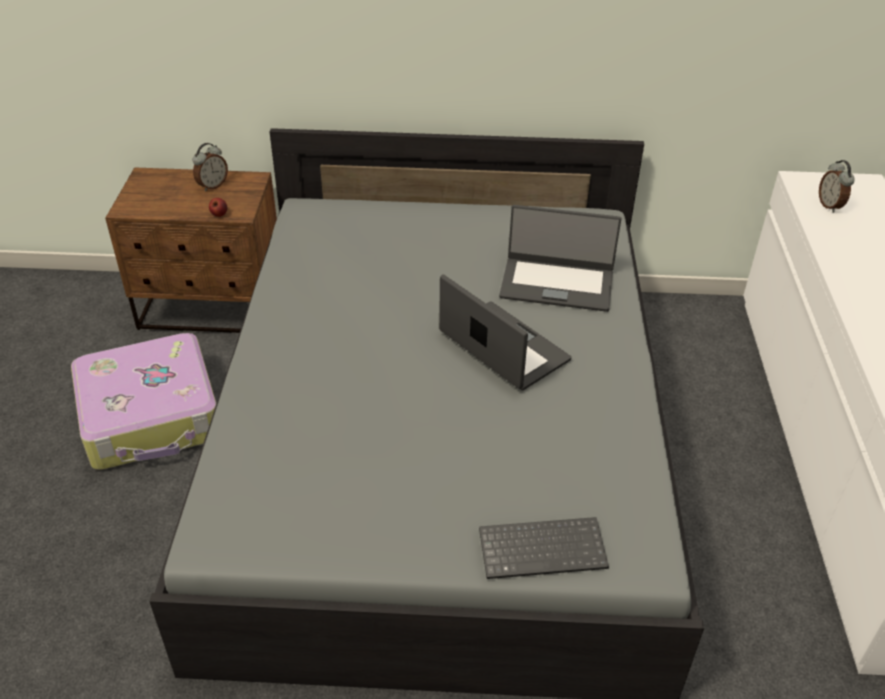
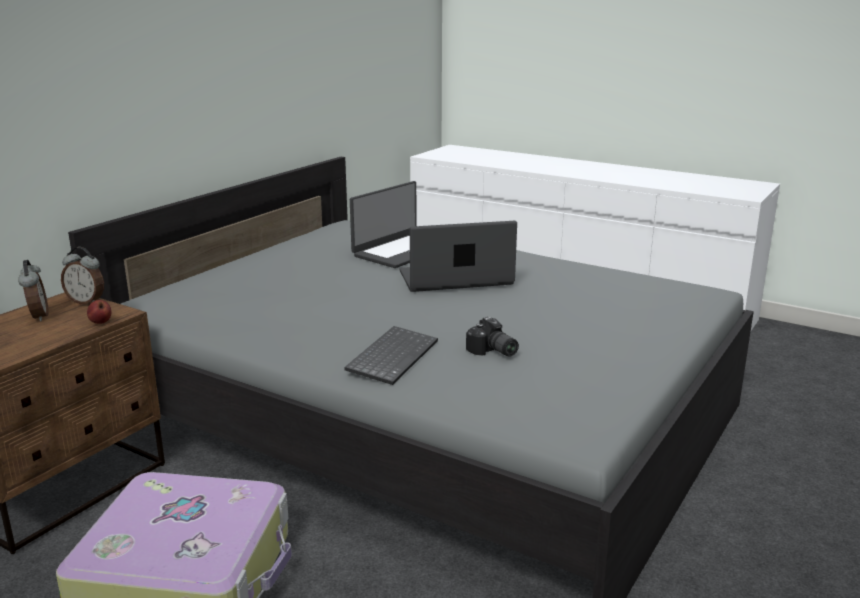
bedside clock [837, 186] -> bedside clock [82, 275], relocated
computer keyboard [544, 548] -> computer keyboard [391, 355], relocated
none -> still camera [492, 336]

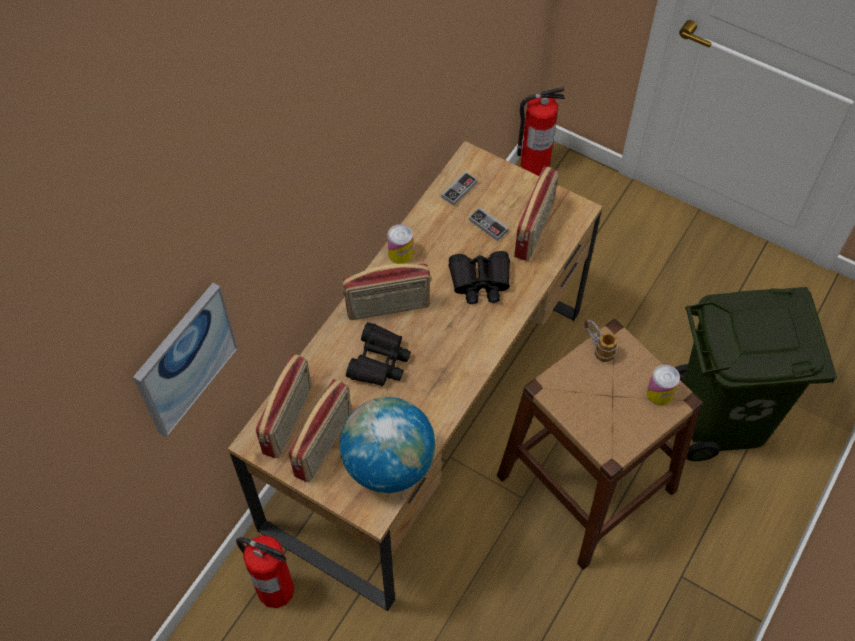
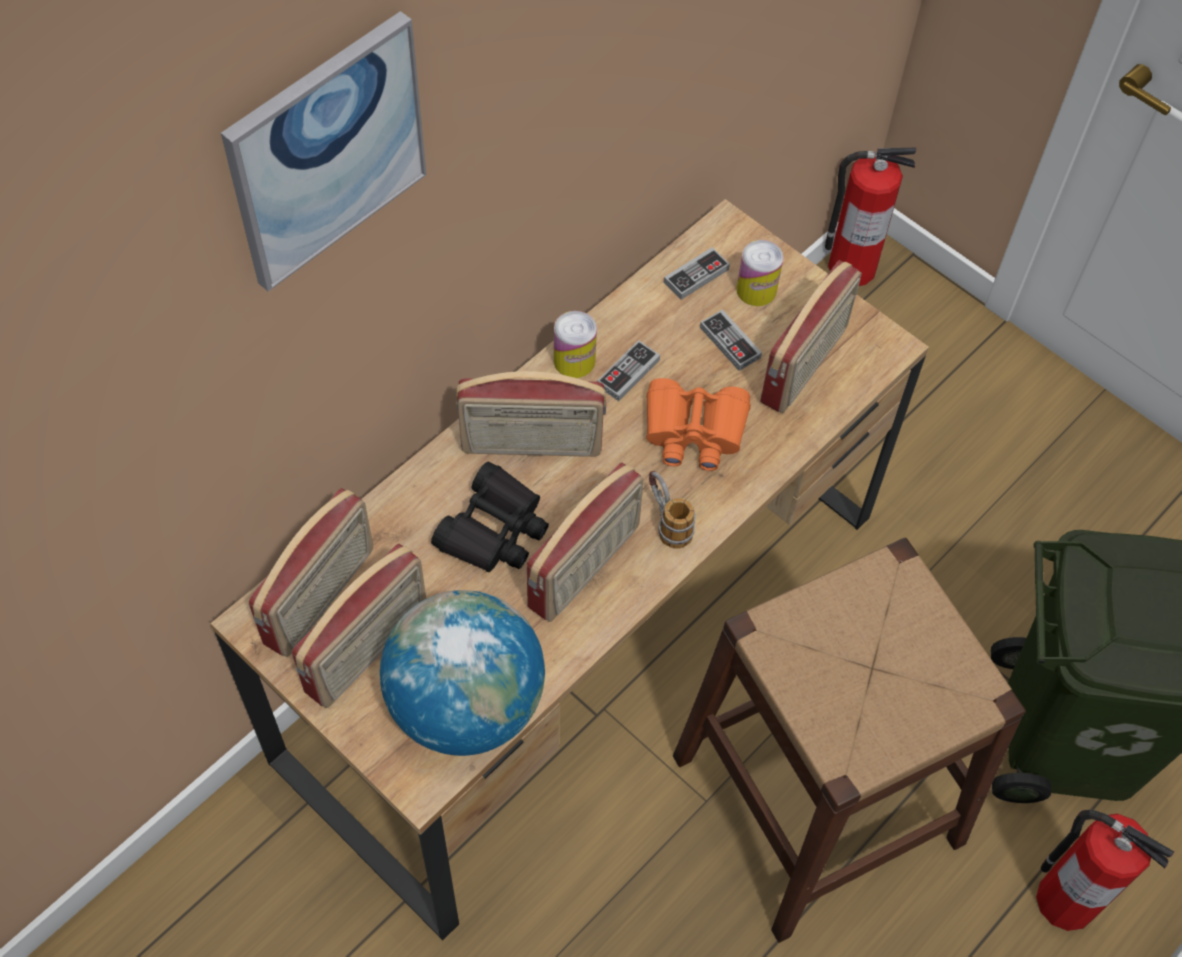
field glasses in blackish [479, 277] -> field glasses in orange [698, 424]
picture [185, 360] -> picture [323, 151], relocated
coffee mug [601, 340] -> coffee mug [672, 510], relocated
can [663, 384] -> can [760, 273], relocated
fire extinguisher [265, 571] -> fire extinguisher [1105, 870], relocated
none -> gamepad [628, 370]
none -> radio receiver [585, 542]

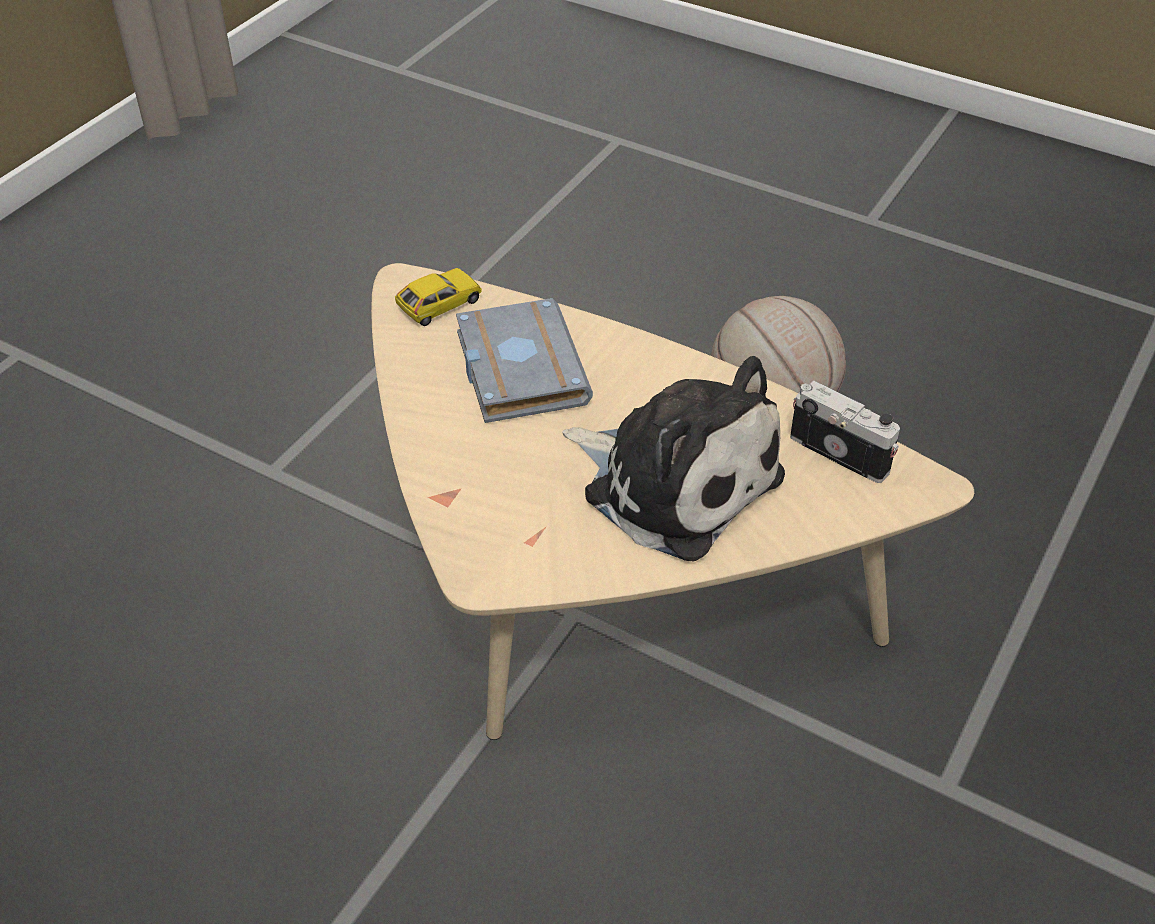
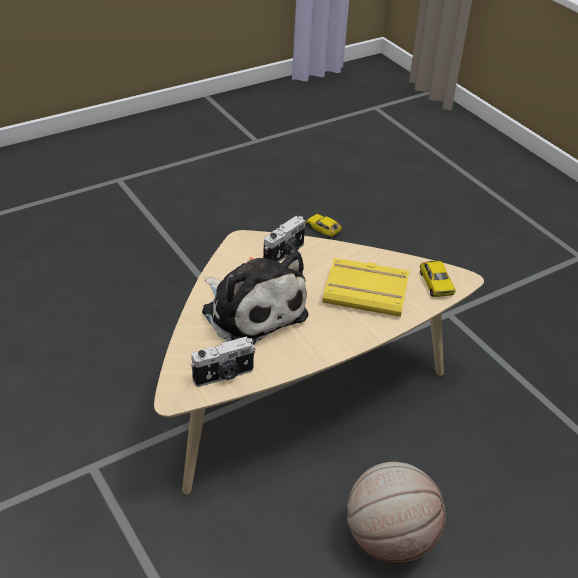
volume in greyish [524, 360] -> volume in yellow [366, 287]
soft toy [673, 459] -> soft toy [255, 298], 105 degrees counterclockwise
none -> miniature car [324, 226]
none -> still camera [284, 239]

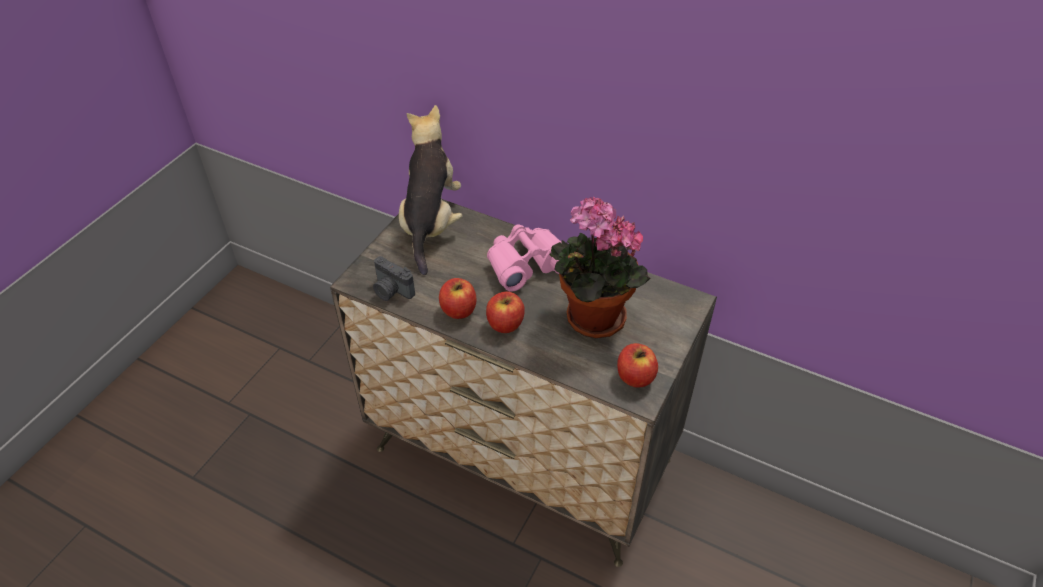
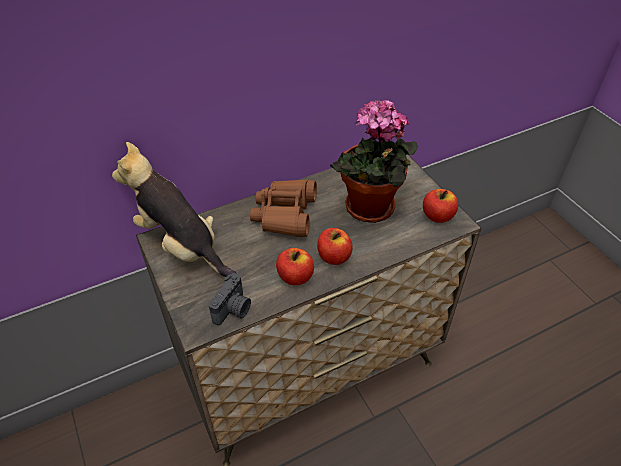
field glasses in pink-coloured [524, 258] -> field glasses in brownish [283, 208]
still camera [394, 278] -> still camera [230, 299], 45 degrees counterclockwise

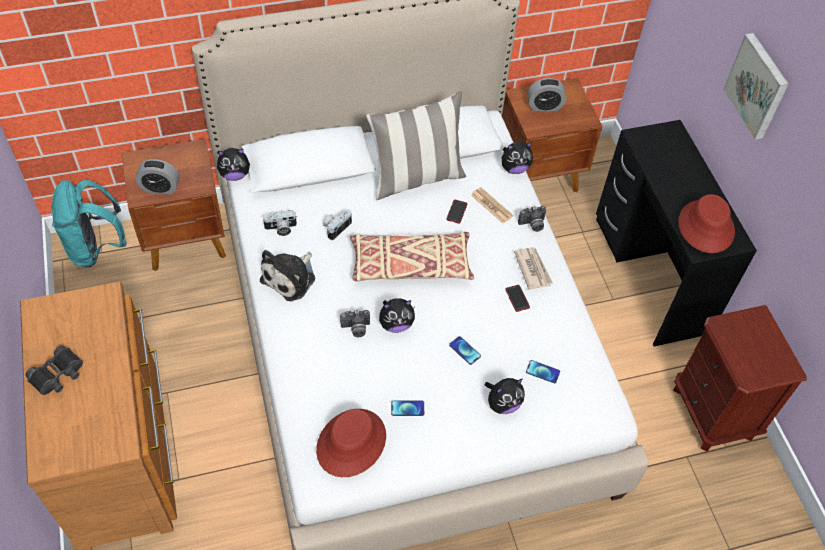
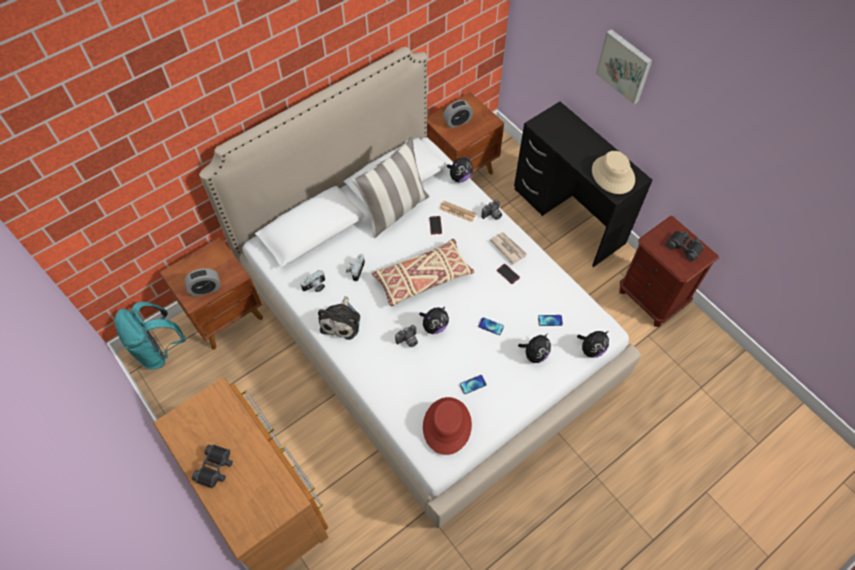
soft toy [233, 164] -> soft toy [593, 344], relocated
clothing hat in reddish [706, 223] -> clothing hat in sand-coloured [613, 172]
none -> field glasses in blackish [685, 246]

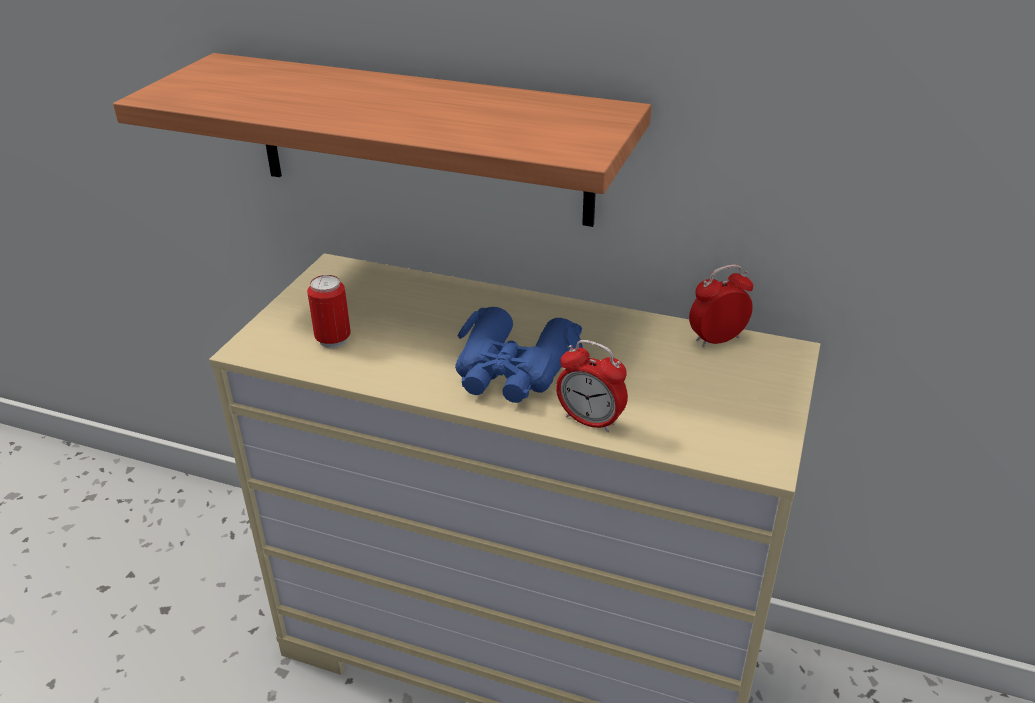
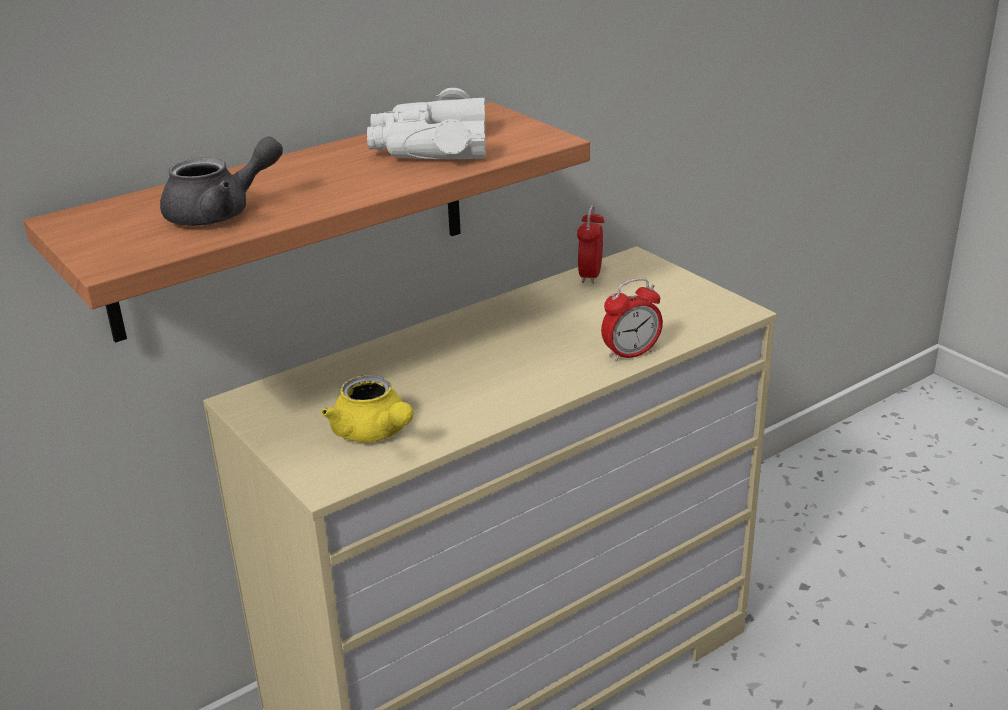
can [329, 311] -> teapot in yellow [367, 408]
field glasses in blue-coloured [519, 355] -> none
none -> field glasses in white-coloured [426, 123]
none -> teapot in greyish [221, 181]

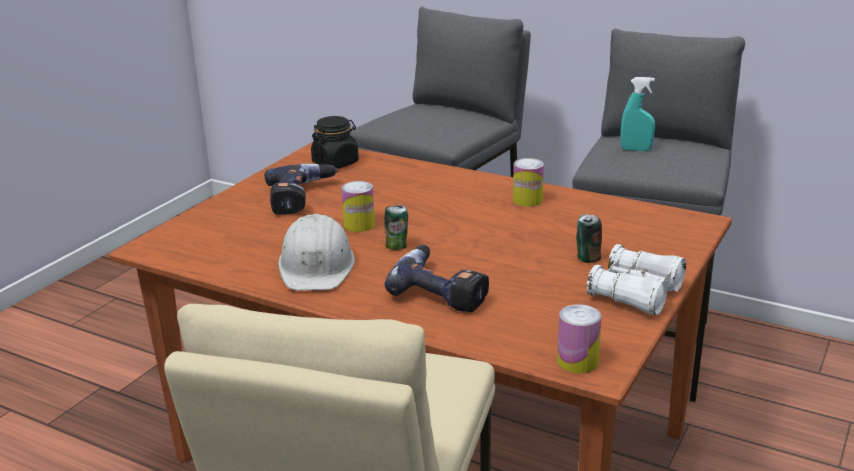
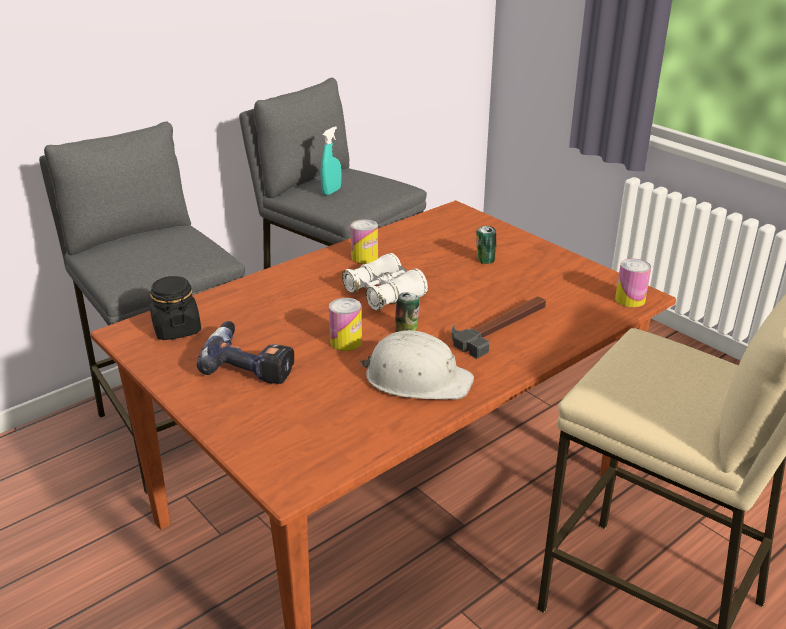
field glasses in white-coloured [636, 279] -> field glasses in white-coloured [385, 282], relocated
drill [436, 279] -> hammer [499, 327]

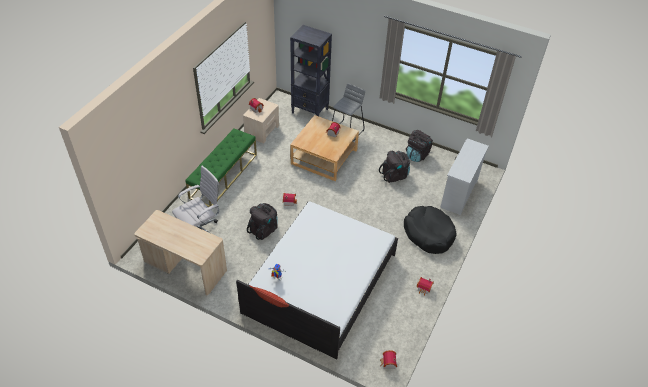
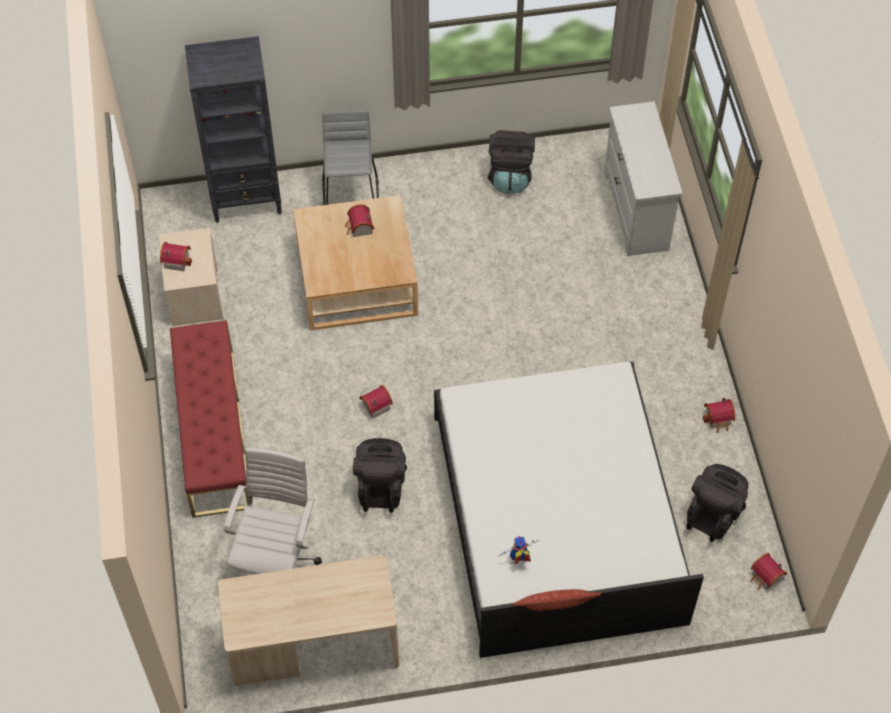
indoor bench in greenish [221, 167] -> indoor bench in reddish [209, 419]
backpack in blackish [394, 167] -> backpack in blackish [717, 503], relocated
dog cushion in blackish [430, 230] -> none

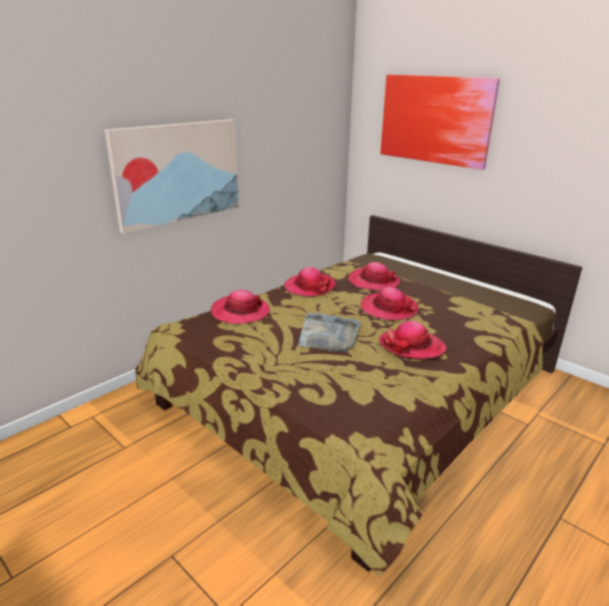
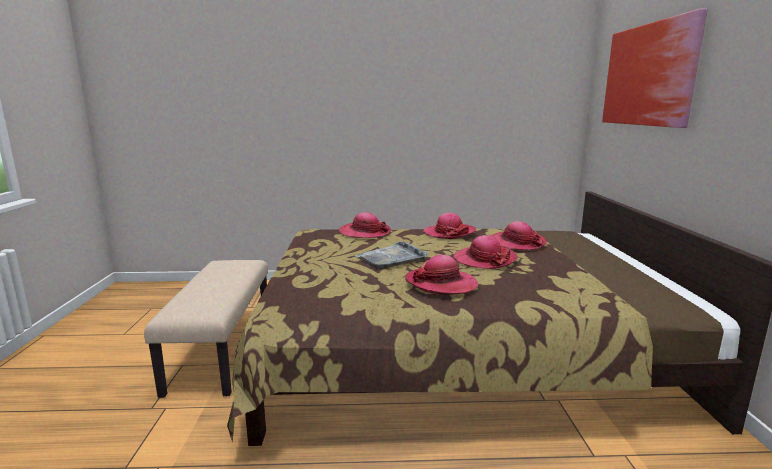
picture [172, 176] -> none
none -> indoor bench in sand-coloured [206, 329]

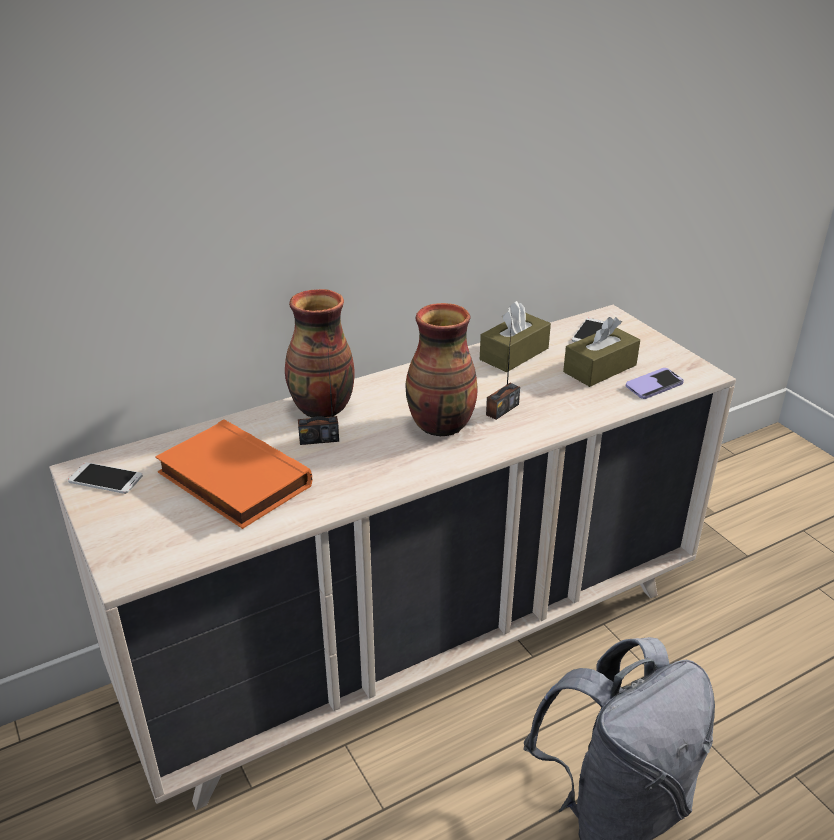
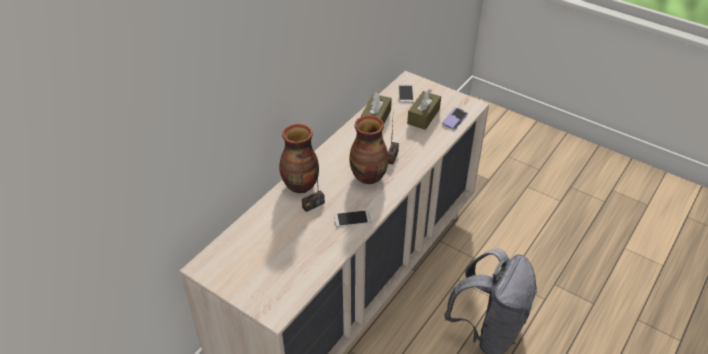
volume in orange [233, 474] -> none
telephone [105, 478] -> telephone [352, 218], relocated

